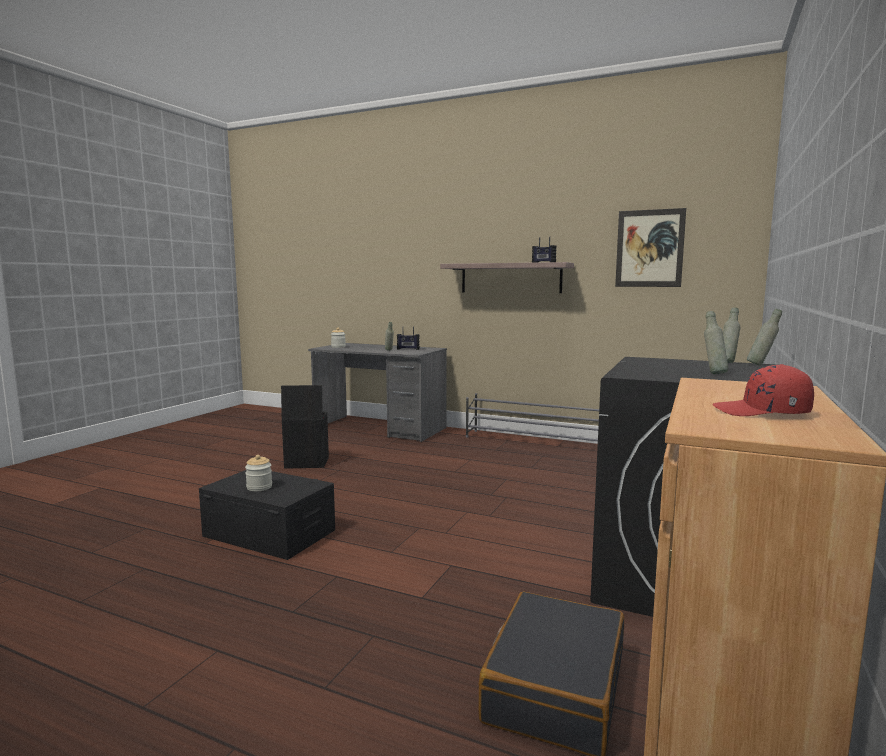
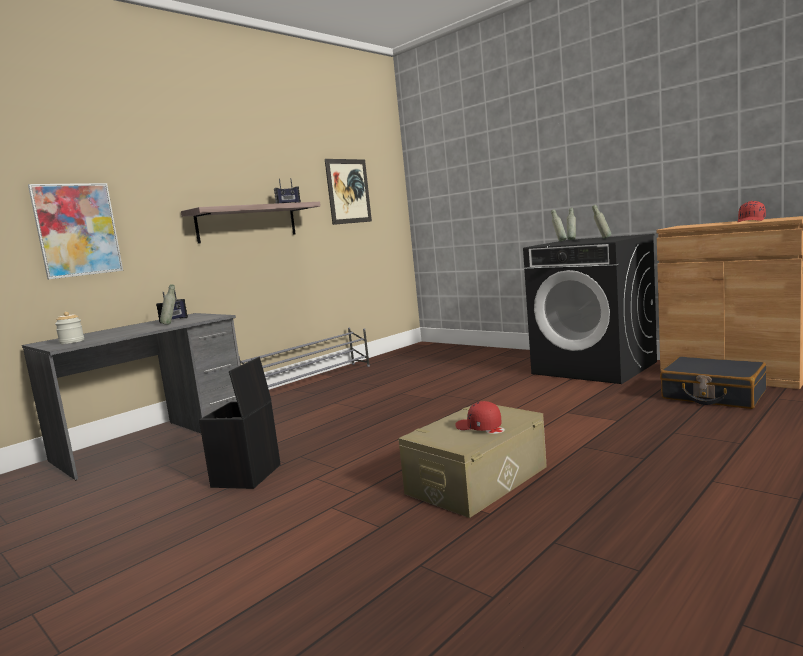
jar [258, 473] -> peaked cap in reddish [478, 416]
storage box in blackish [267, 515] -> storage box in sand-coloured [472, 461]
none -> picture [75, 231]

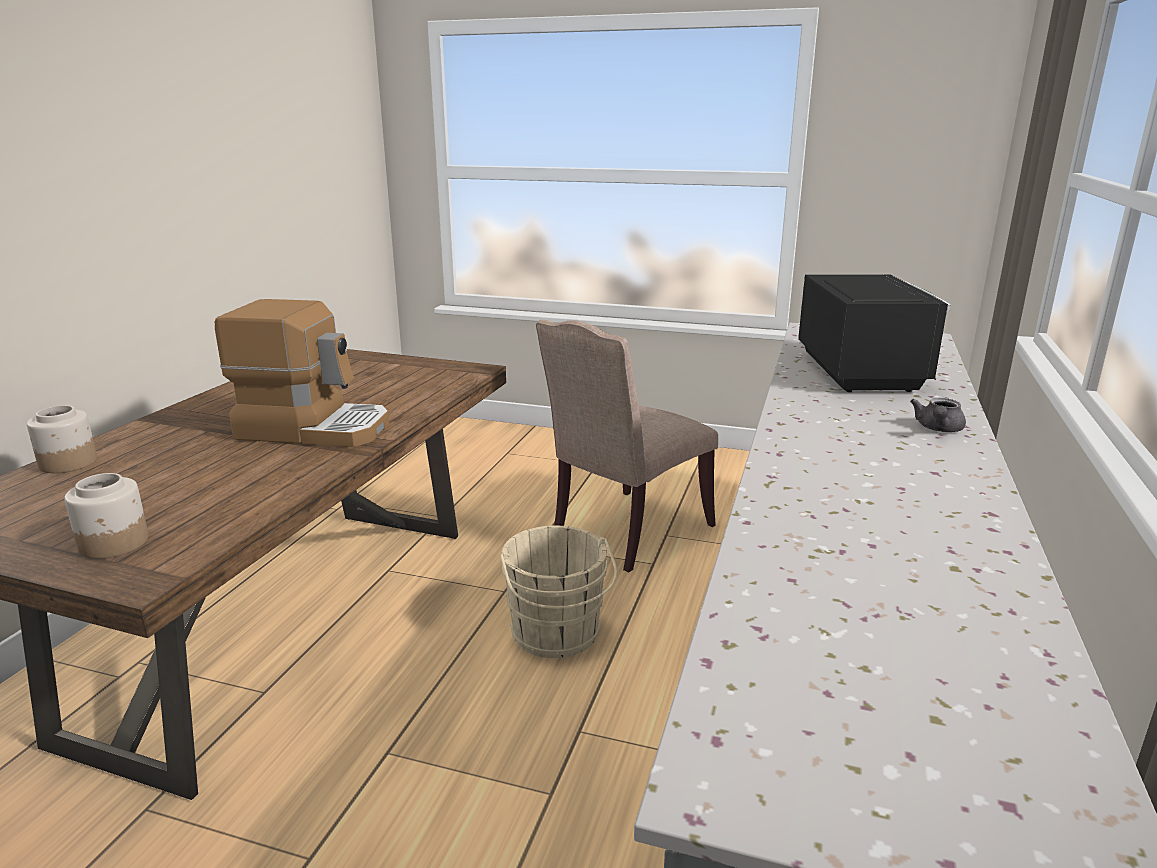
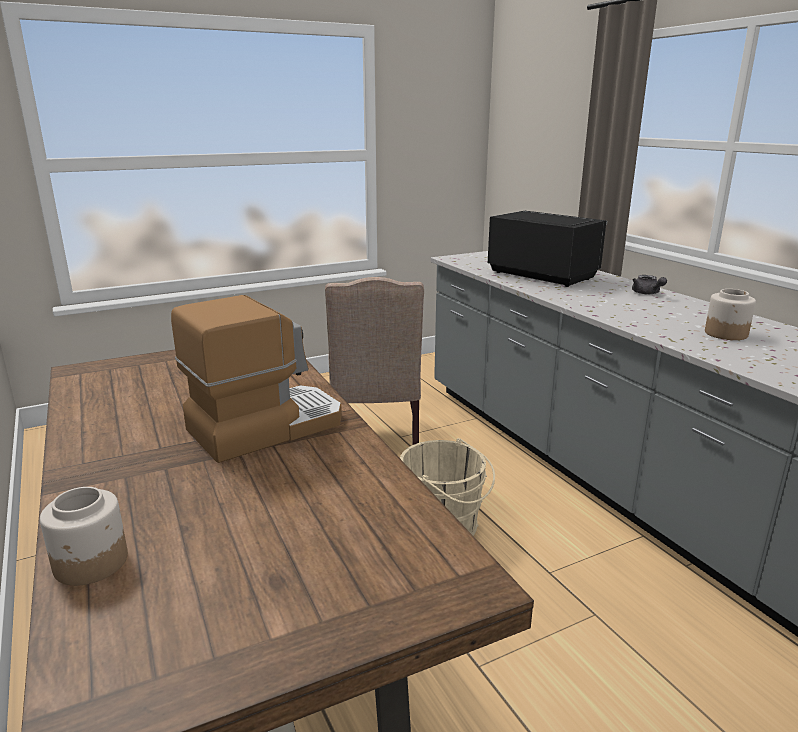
jar [106, 516] -> jar [730, 314], relocated

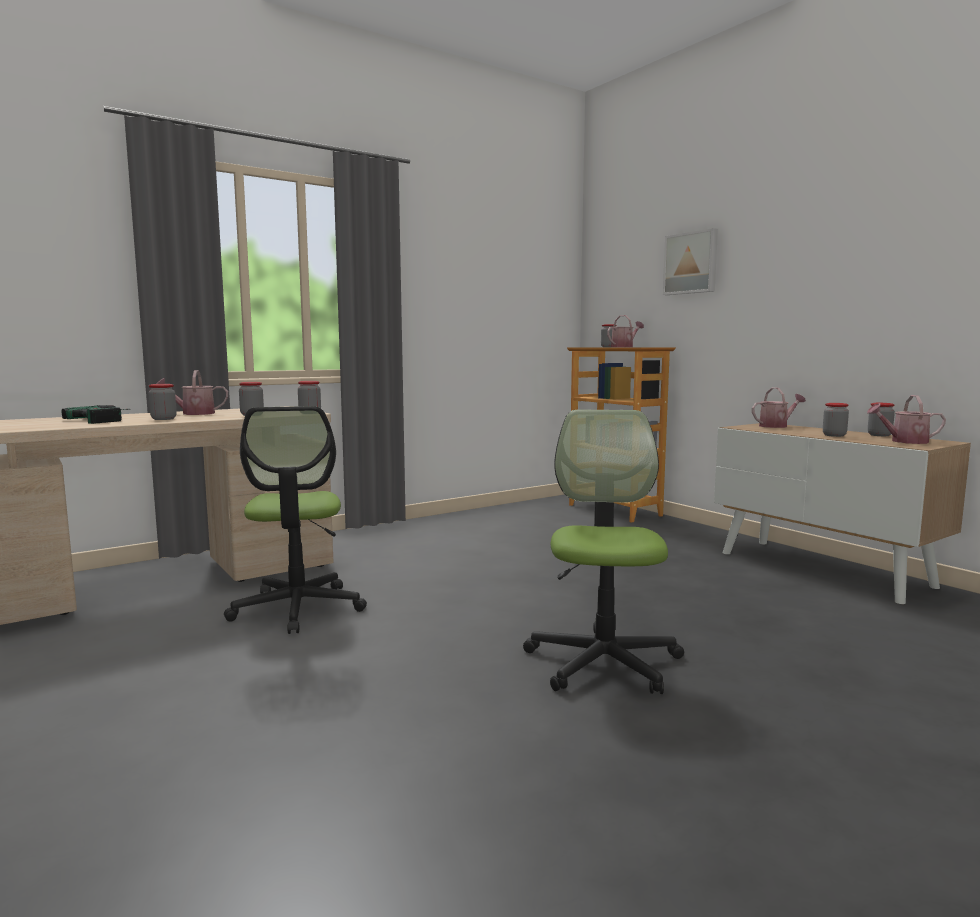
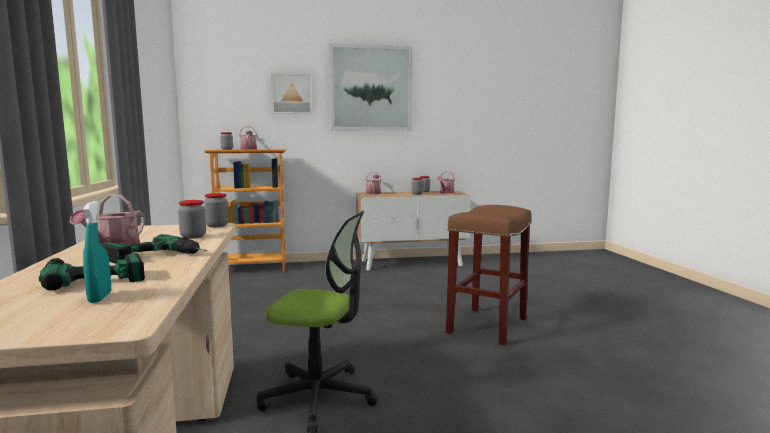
jar [162, 402] -> drill [153, 249]
office chair [603, 552] -> stool seat in brownish [489, 275]
none -> picture [371, 87]
none -> spray bottle in turquoise-coloured [97, 252]

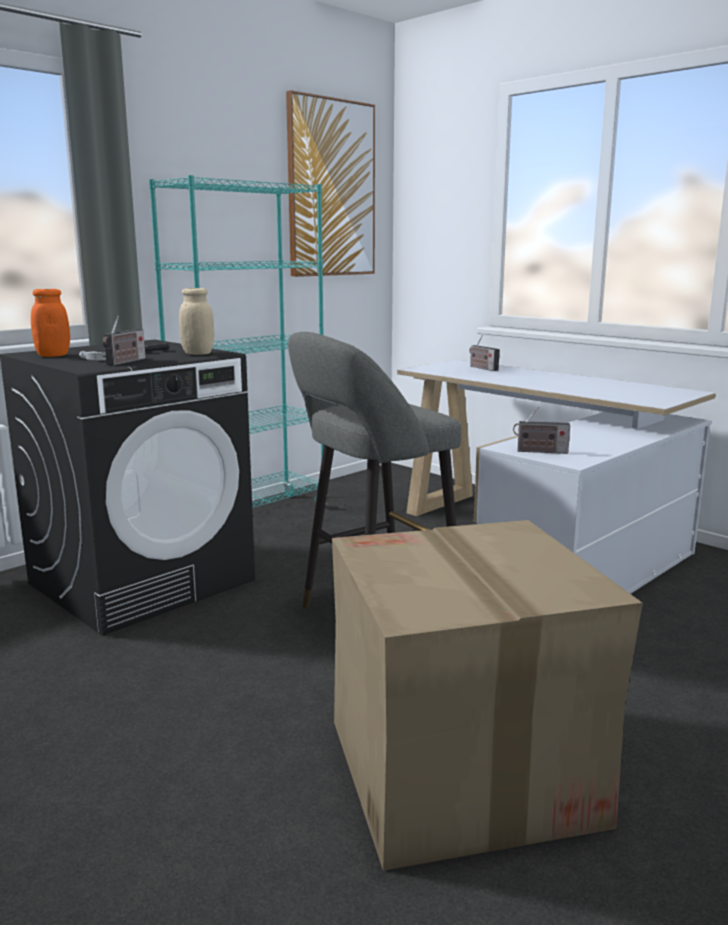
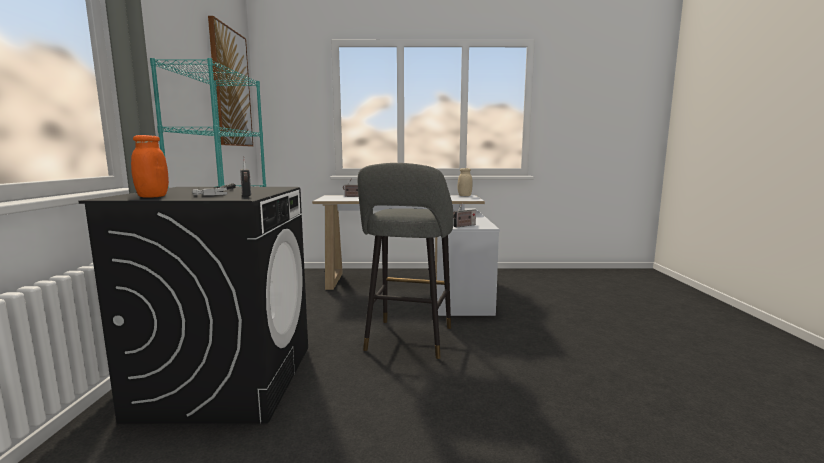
jar in sand-coloured [196, 321] -> jar in sand-coloured [465, 182], relocated
carton [487, 695] -> none

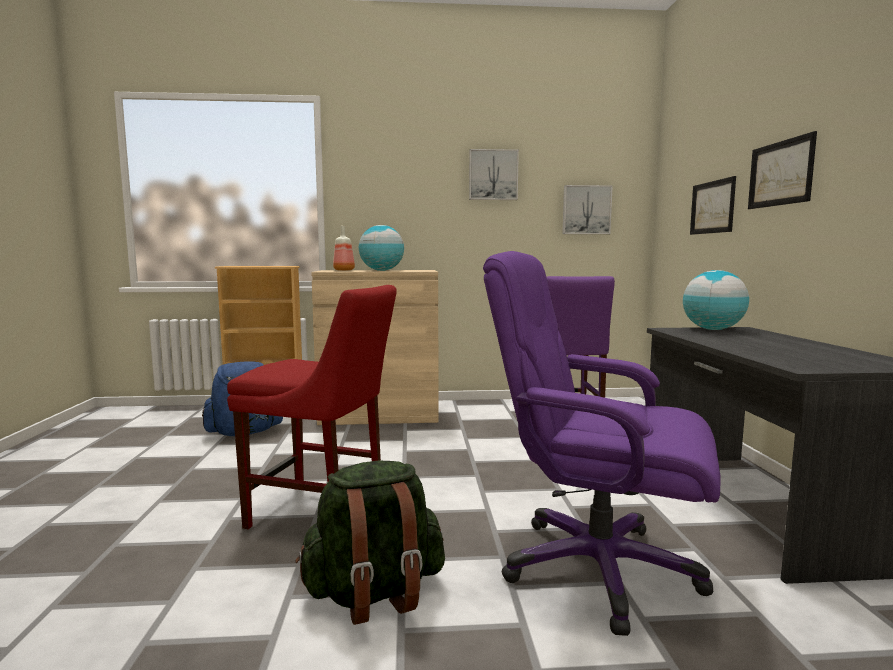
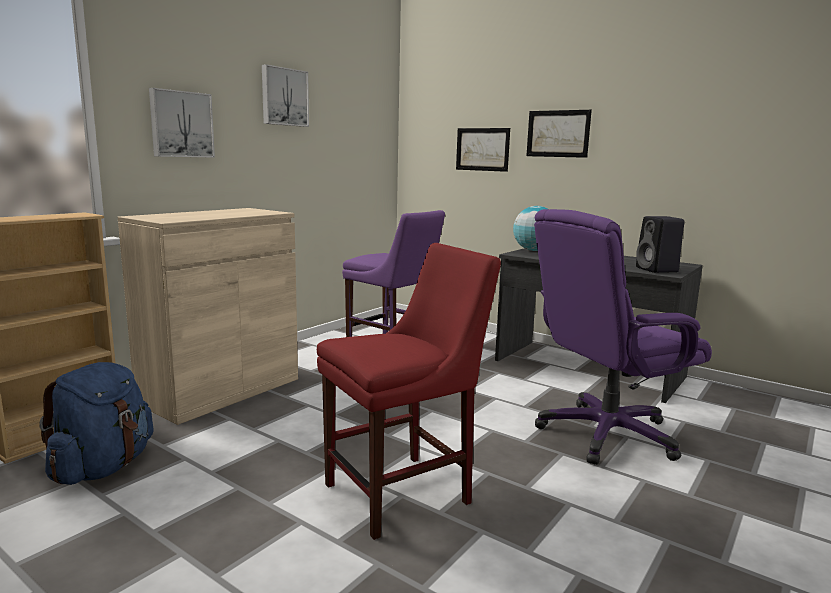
picture [587, 209] -> picture [182, 123], relocated
desk globe [381, 248] -> none
beverage bottle [344, 248] -> none
backpack in greenish [370, 543] -> none
none -> speaker in blackish [660, 244]

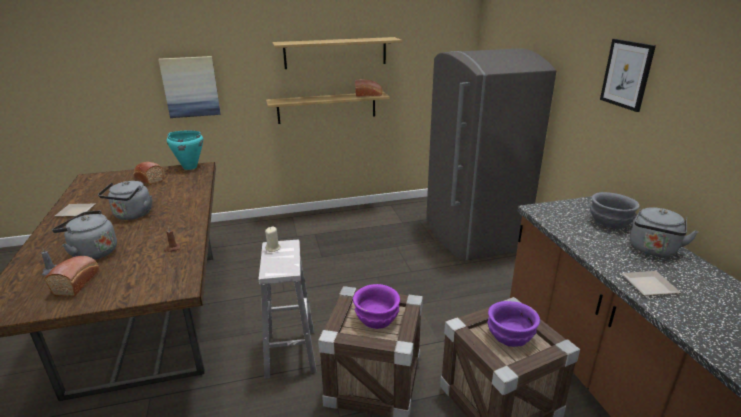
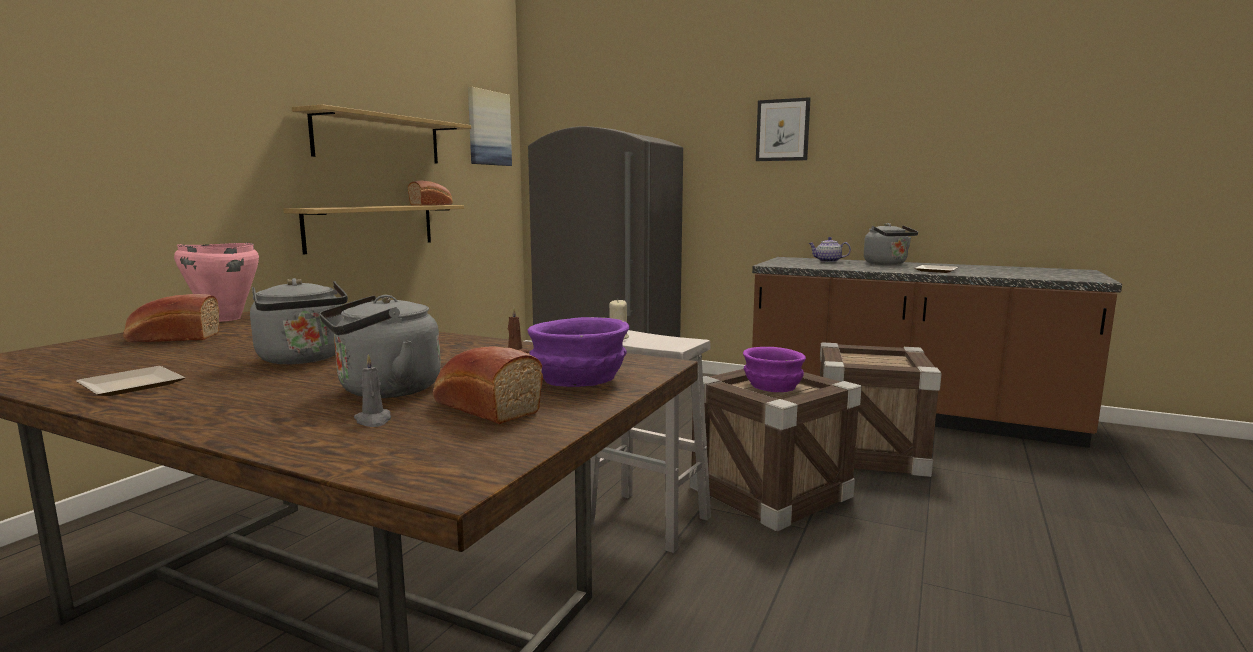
picture [189, 87] -> picture [490, 126], relocated
saucepot in turquoise-coloured [185, 150] -> saucepot in pink-coloured [216, 282]
deep dish in greyish [615, 210] -> teapot [830, 249]
deep dish in purplish [513, 324] -> deep dish in purplish [578, 352], relocated

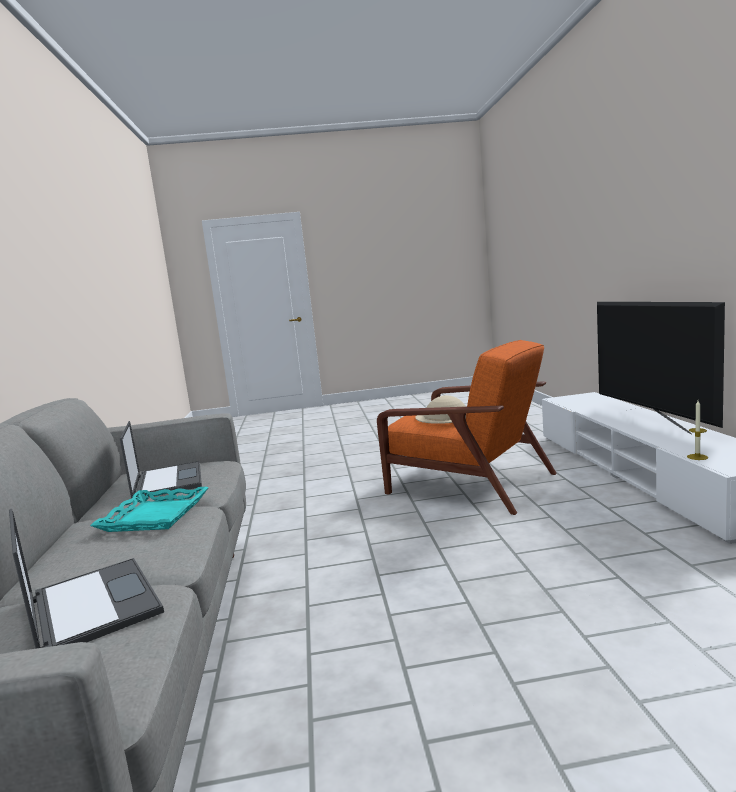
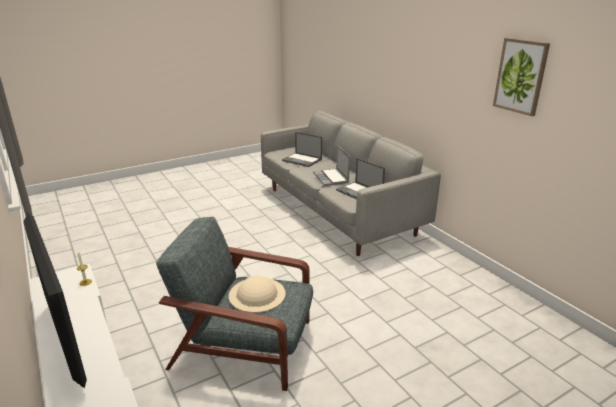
easy chair in orange [467, 427] -> easy chair in greyish [234, 303]
tray in turquoise-coloured [149, 509] -> portable computer [331, 165]
none -> picture [521, 77]

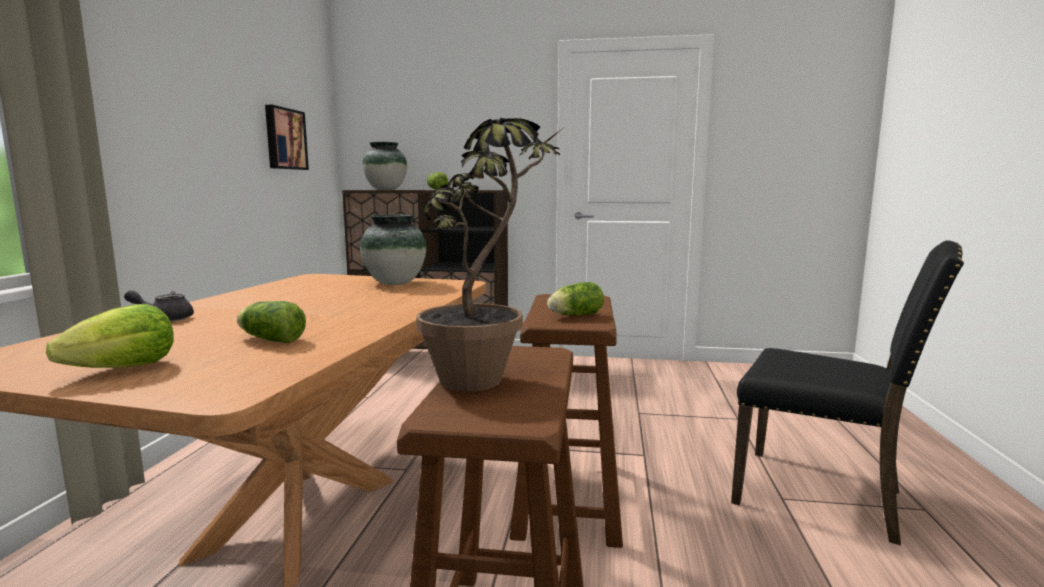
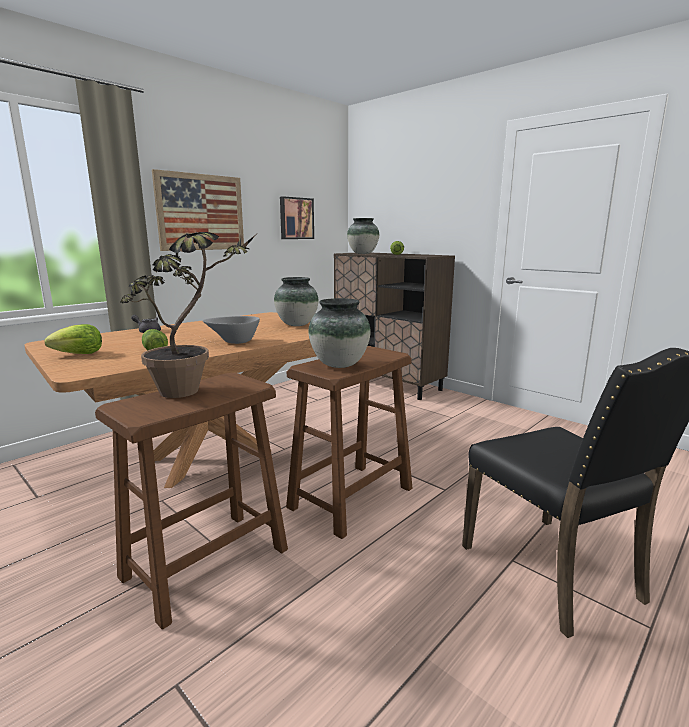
lettuce head [575, 298] -> decorative vase [339, 333]
none -> picture [198, 210]
none -> deep dish in greyish [231, 330]

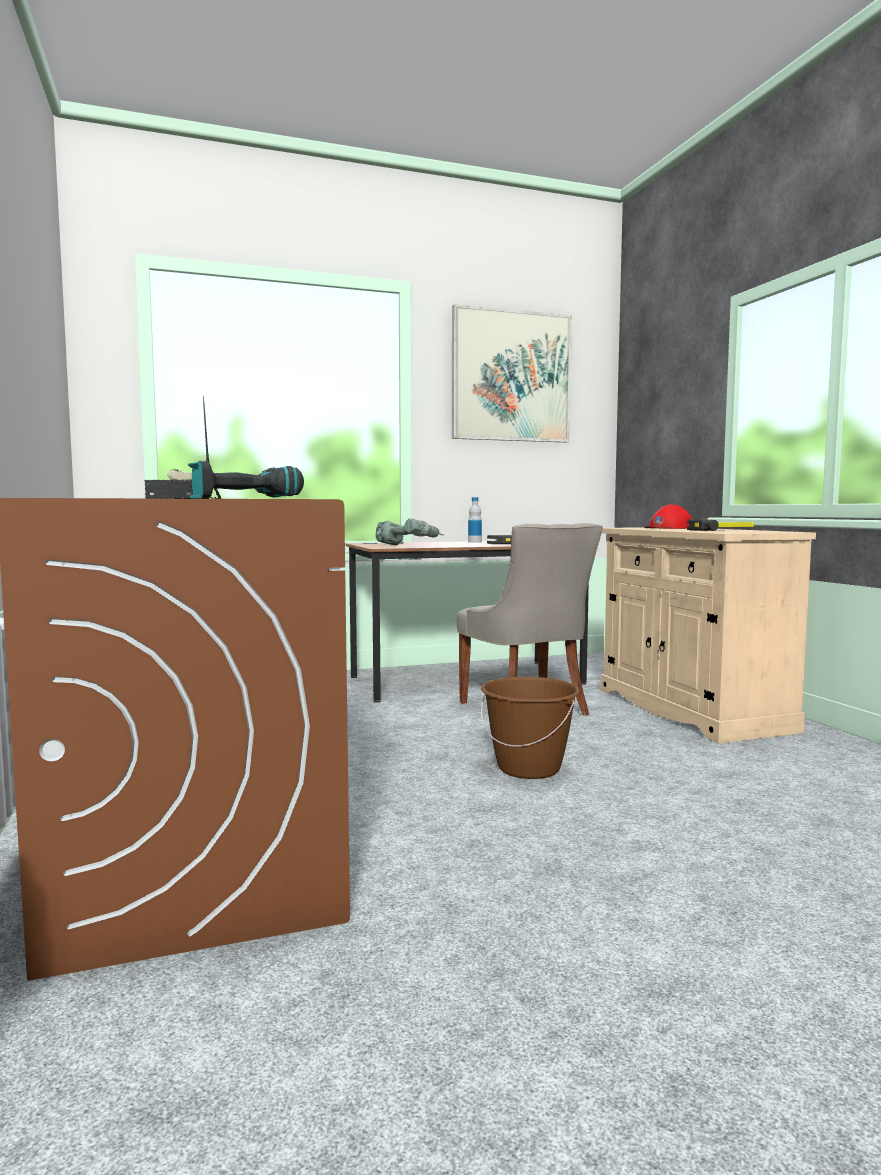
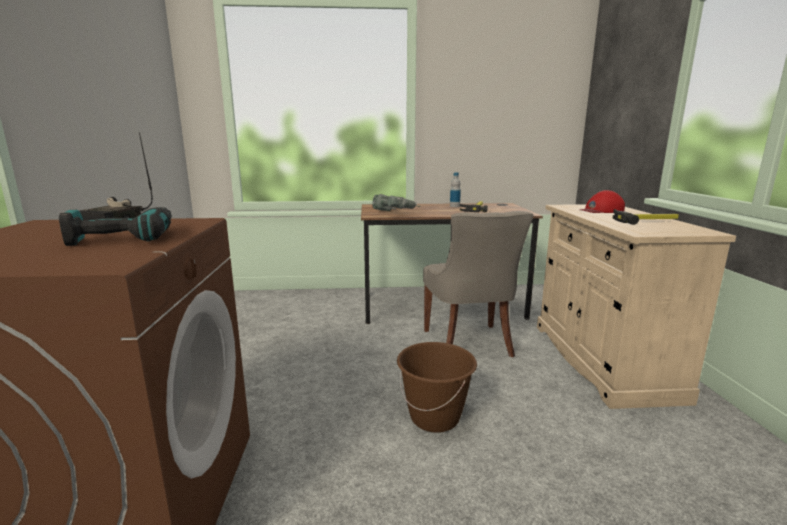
picture [512, 373] -> none

